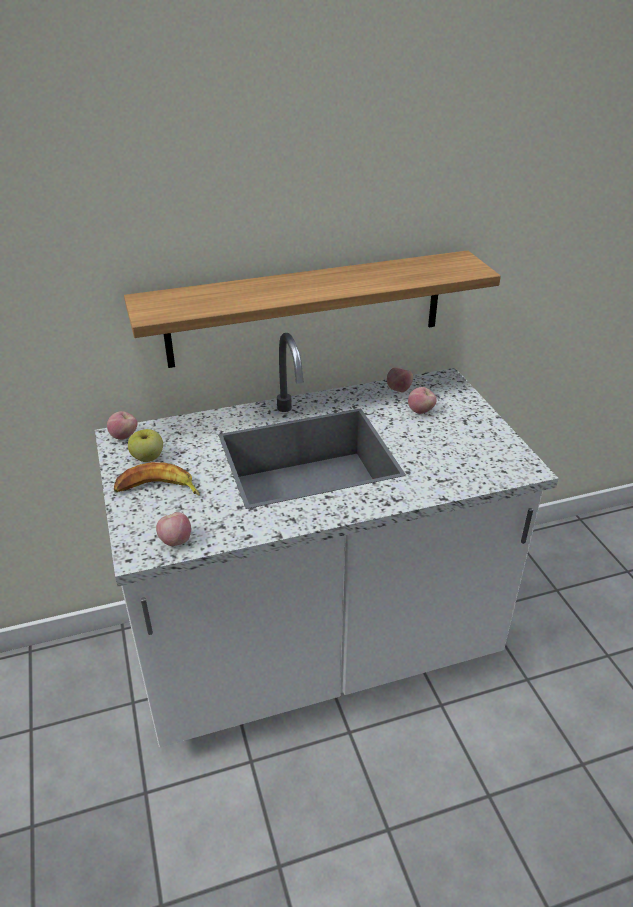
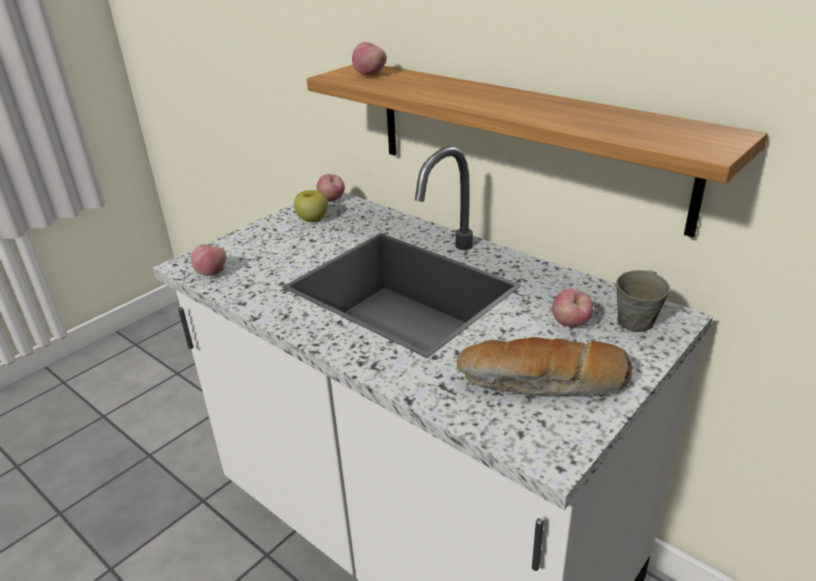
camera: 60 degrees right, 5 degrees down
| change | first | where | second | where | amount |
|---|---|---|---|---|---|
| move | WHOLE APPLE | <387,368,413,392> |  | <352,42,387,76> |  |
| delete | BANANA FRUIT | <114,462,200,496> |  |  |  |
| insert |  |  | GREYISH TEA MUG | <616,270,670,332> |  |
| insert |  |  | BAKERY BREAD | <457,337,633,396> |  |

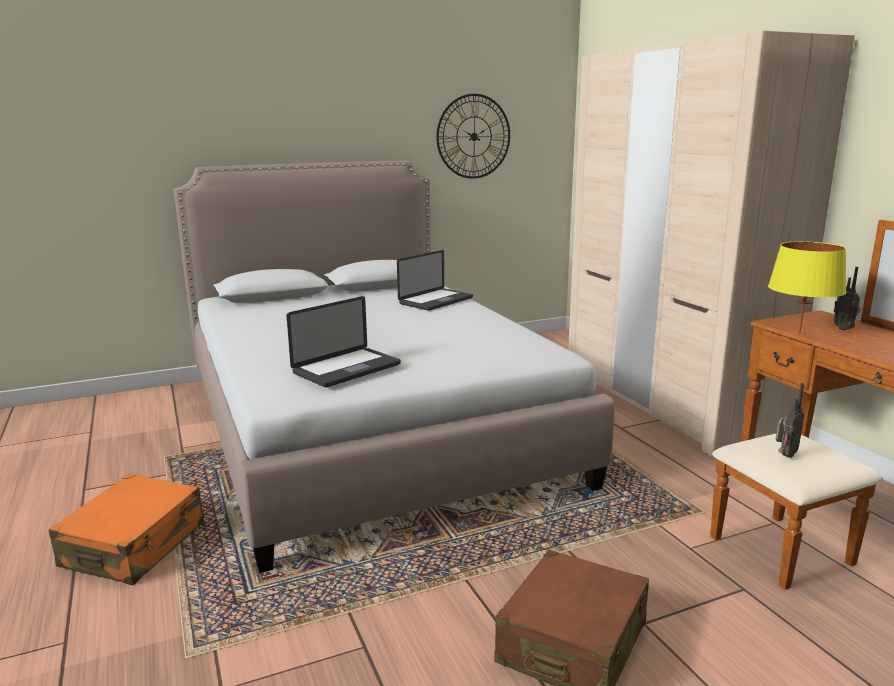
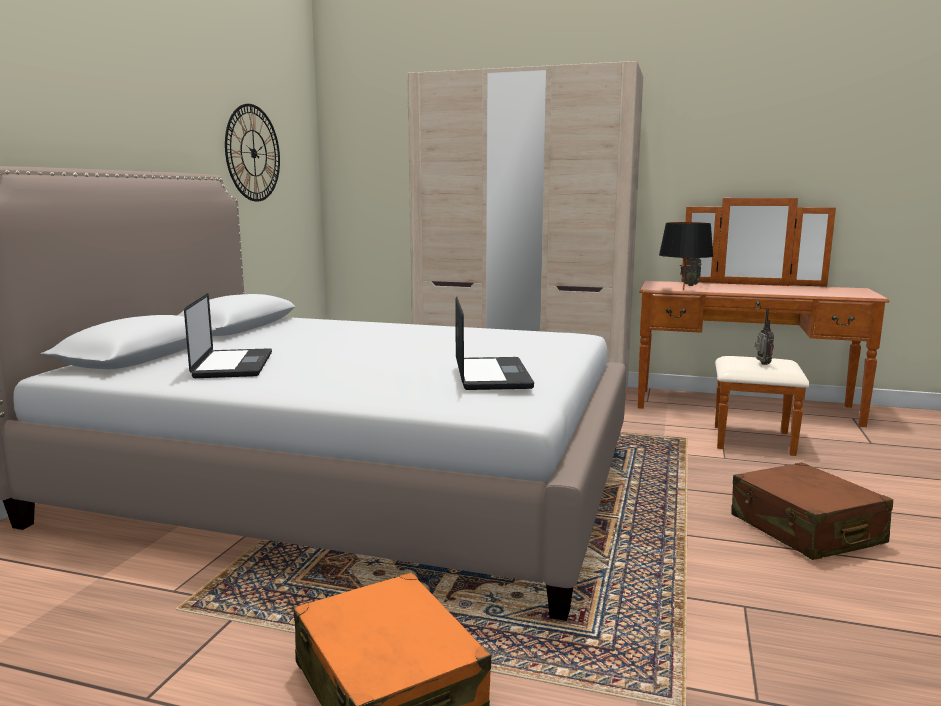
camera: 50 degrees left, 5 degrees down
| change | first | where | second | where | amount |
|---|---|---|---|---|---|
| recolor | YELLOW-COLOURED LAMP FOR A TABLE | <768,241,847,334> | BLACKISH LAMP FOR A TABLE | <659,222,714,290> |  |
| move | LAPTOP | <397,250,473,311> |  | <184,293,272,378> |  |

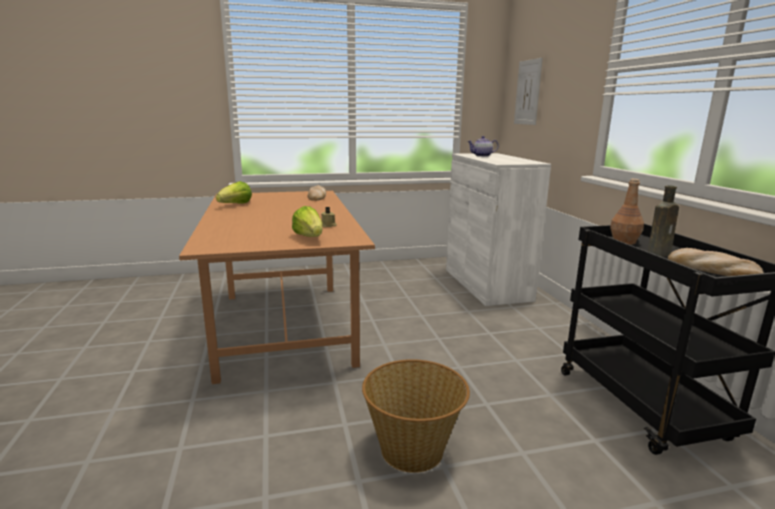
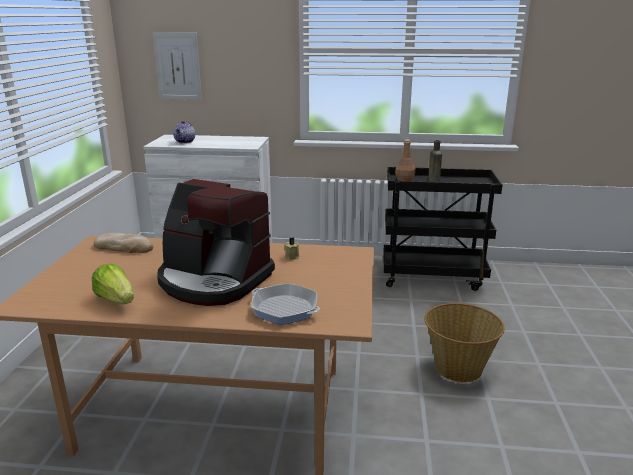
camera: 70 degrees left, 5 degrees up
| change | first | where | second | where | amount |
|---|---|---|---|---|---|
| delete | HEAD OF LETTUCE | <292,206,323,237> |  |  |  |
| delete | BAKERY BREAD | <668,248,764,276> |  |  |  |
| insert |  |  | COFFEE MACHINE | <157,179,275,306> |  |
| insert |  |  | FRYING PAN | <251,283,320,325> |  |

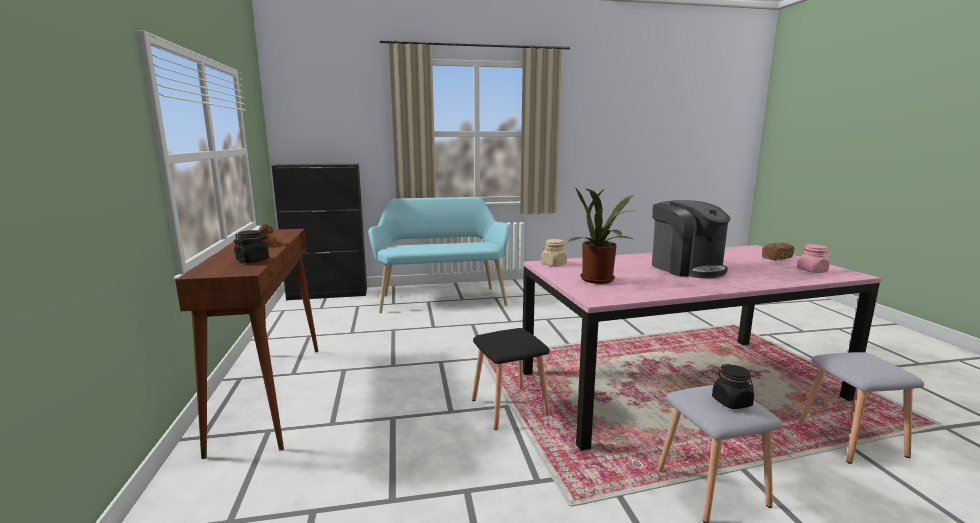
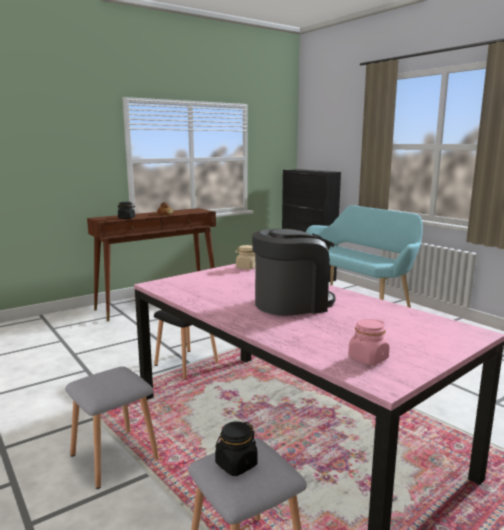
camera: 65 degrees right, 0 degrees up
| change | first | where | second | where | amount |
|---|---|---|---|---|---|
| delete | PLANT IN A POT | <567,187,635,284> |  |  |  |
| rotate | COFFEE MACHINE | <652,200,731,278> |  | <252,229,335,316> | 150 degrees counterclockwise |
| delete | BAKERY BREAD | <762,242,794,260> |  |  |  |
| move | BLACKISH STORAGE JAR | <712,364,754,409> |  | <215,421,258,476> |  |

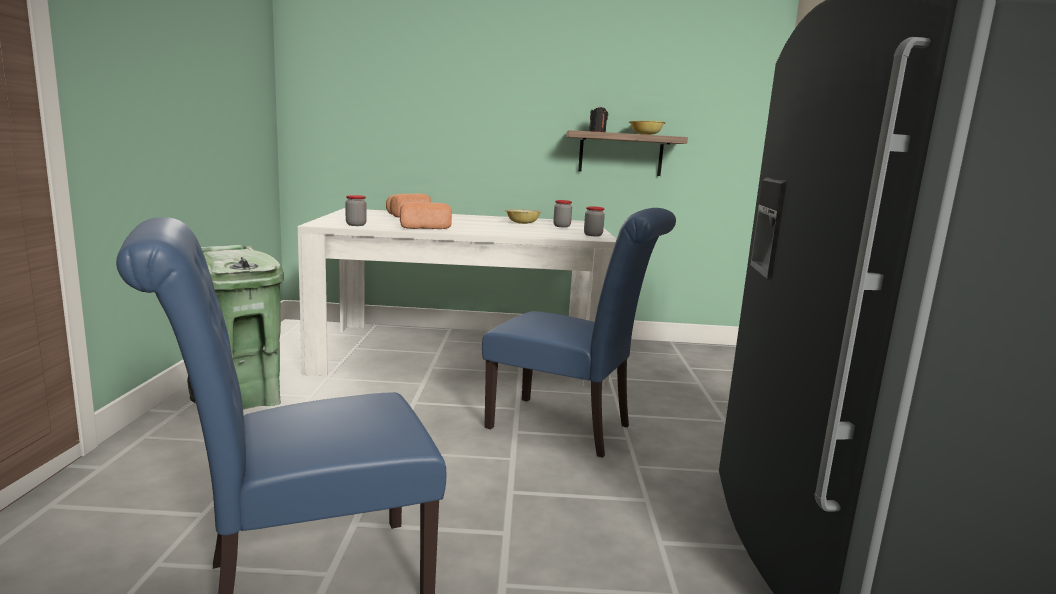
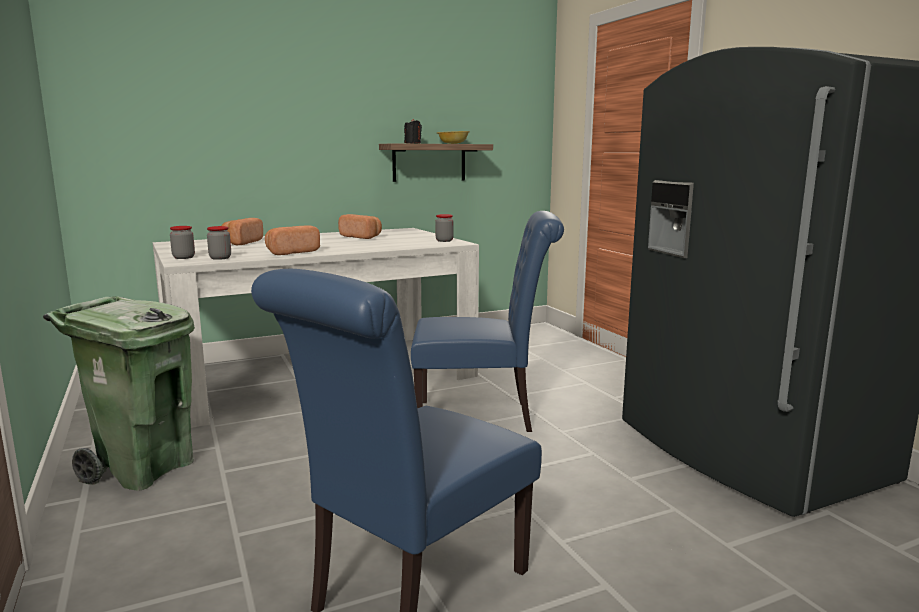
camera: 25 degrees left, 0 degrees up
| change | first | where | second | where | amount |
|---|---|---|---|---|---|
| move | STORAGE JAR | <553,200,572,228> |  | <170,226,195,259> |  |
| replace | SERVING BOWL | <505,209,542,224> | BAKERY BREAD | <338,214,382,239> |  |

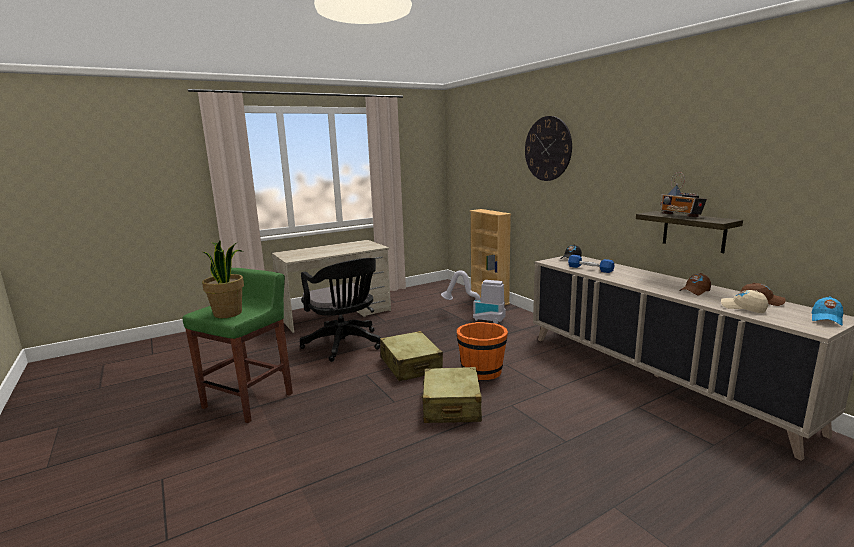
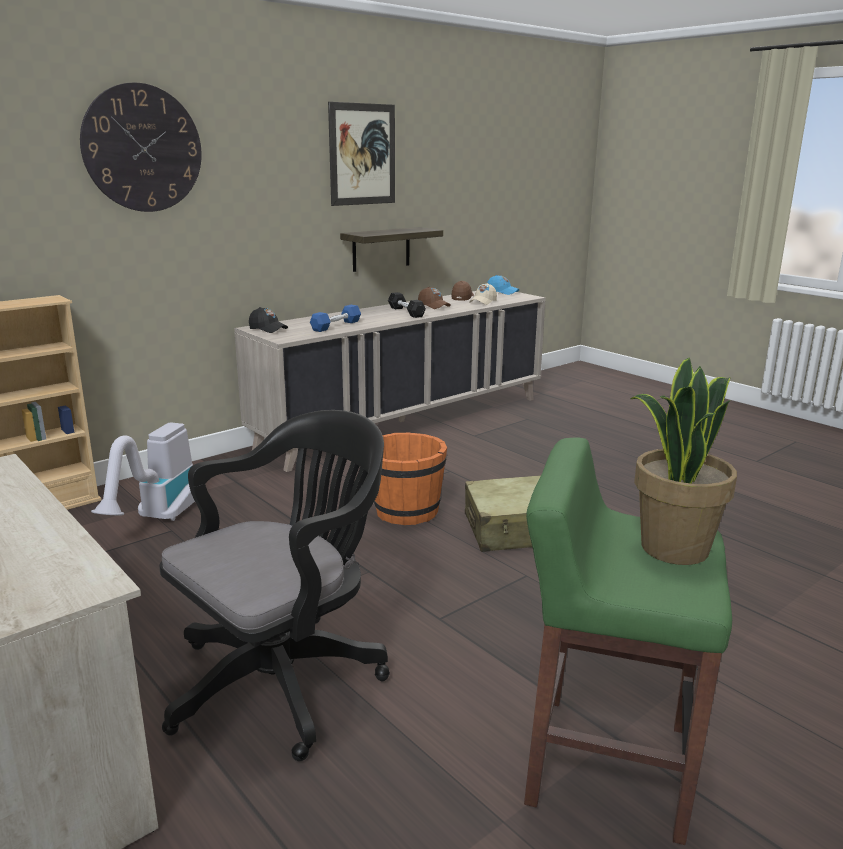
camera: 100 degrees left, 5 degrees up
| change | first | where | second | where | amount |
|---|---|---|---|---|---|
| delete | RADIO RECEIVER | <660,172,707,217> |  |  |  |
| delete | BEIGE-COLOURED PIECE OF LUGGAGE | <380,331,443,381> |  |  |  |
| insert |  |  | WALL PICTURE | <328,102,395,206> |  |
| insert |  |  | BLACKISH FREE WEIGHT | <388,292,426,318> |  |

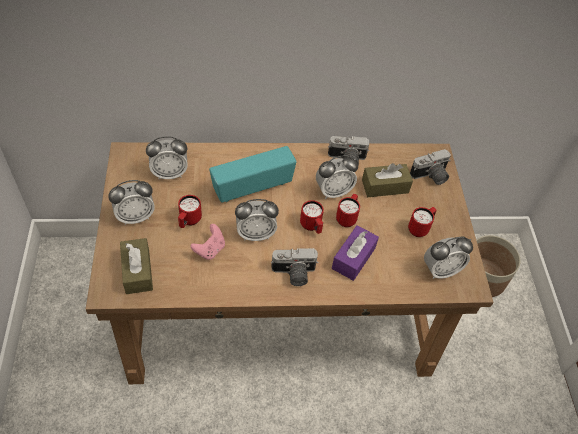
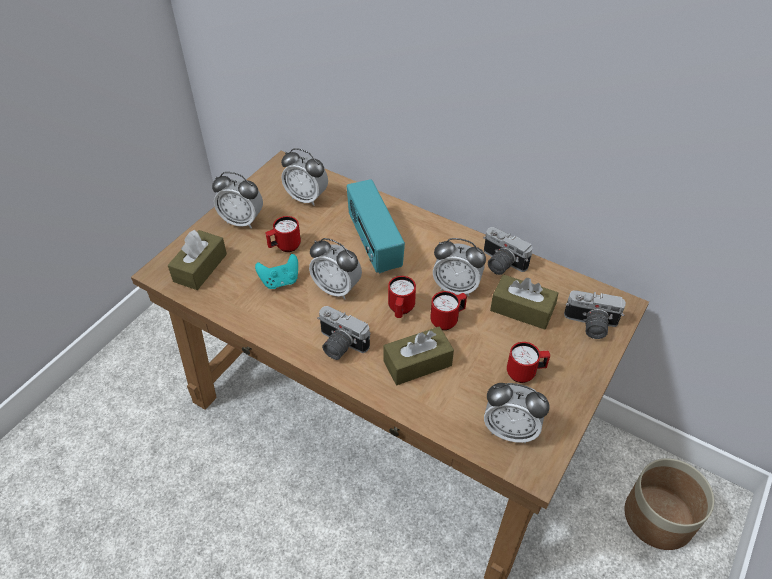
camera: 40 degrees right, 5 degrees down
| change | first | where | second | where | amount |
|---|---|---|---|---|---|
| rotate | RADIO RECEIVER | <209,146,296,202> |  | <347,179,405,274> | 120 degrees counterclockwise |
| recolor | PINK-COLOURED GAME CONTROLLER | <190,224,225,260> | TURQUOISE-COLOURED GAME CONTROLLER | <255,254,298,289> |  |
| recolor | PURPLISH BOX OF TISSUES | <332,225,379,281> | BROWN BOX OF TISSUES | <383,326,454,385> |  |

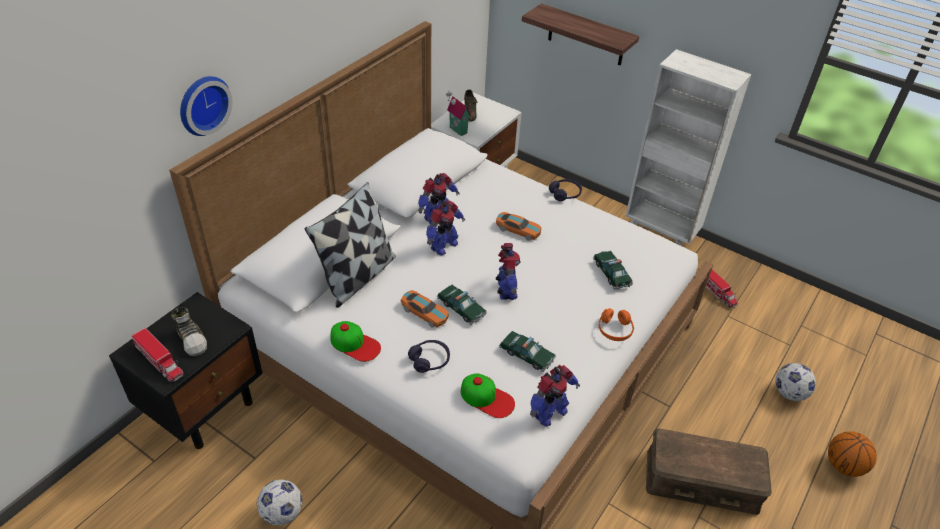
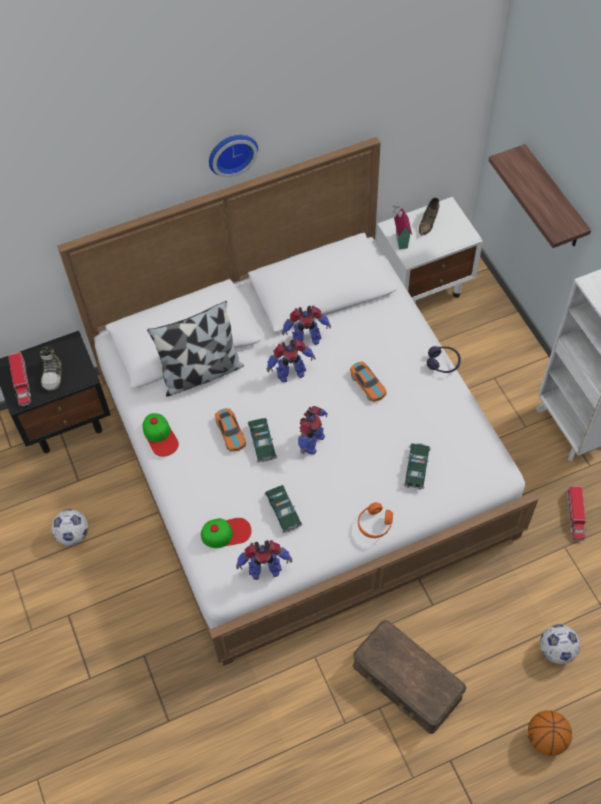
camera: 35 degrees right, 15 degrees up
| change | first | where | second | where | amount |
|---|---|---|---|---|---|
| move | HANGING CLOCK | <180,76,233,136> |  | <209,135,258,178> |  |
| delete | PURPLISH PAIR OF HEADPHONES | <408,340,450,373> |  |  |  |
| rotate | CAP | <461,373,515,418> |  | <201,518,252,548> | 75 degrees counterclockwise |

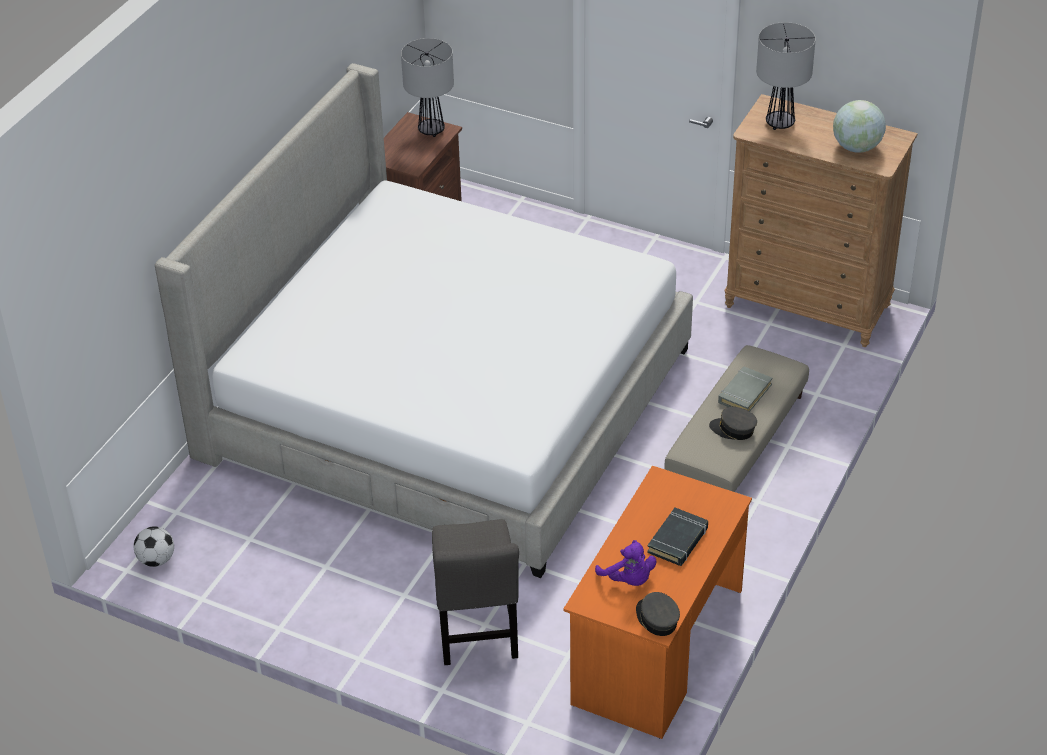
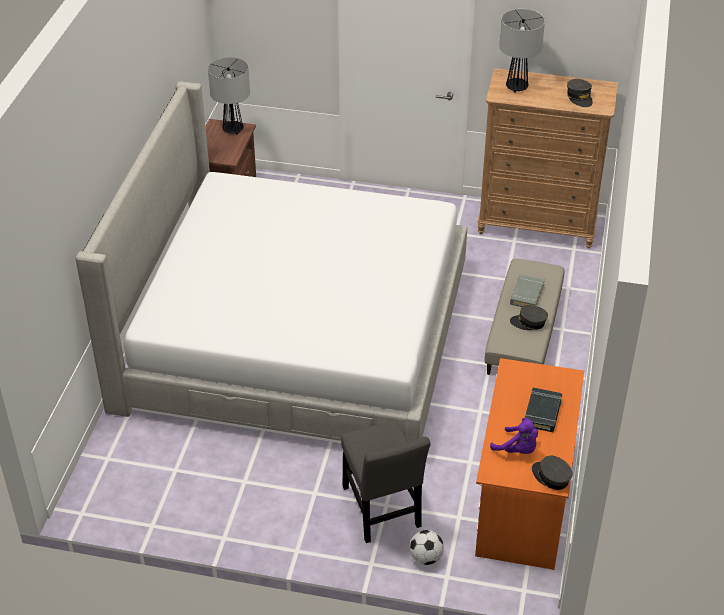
camera: 15 degrees left, 0 degrees up
| change | first | where | second | where | amount |
|---|---|---|---|---|---|
| replace | GLOBE | <833,100,886,153> | GREYISH CAP | <567,79,593,107> |  |
| move | FOOTBALL BALL | <134,526,174,567> |  | <409,530,444,565> |  |

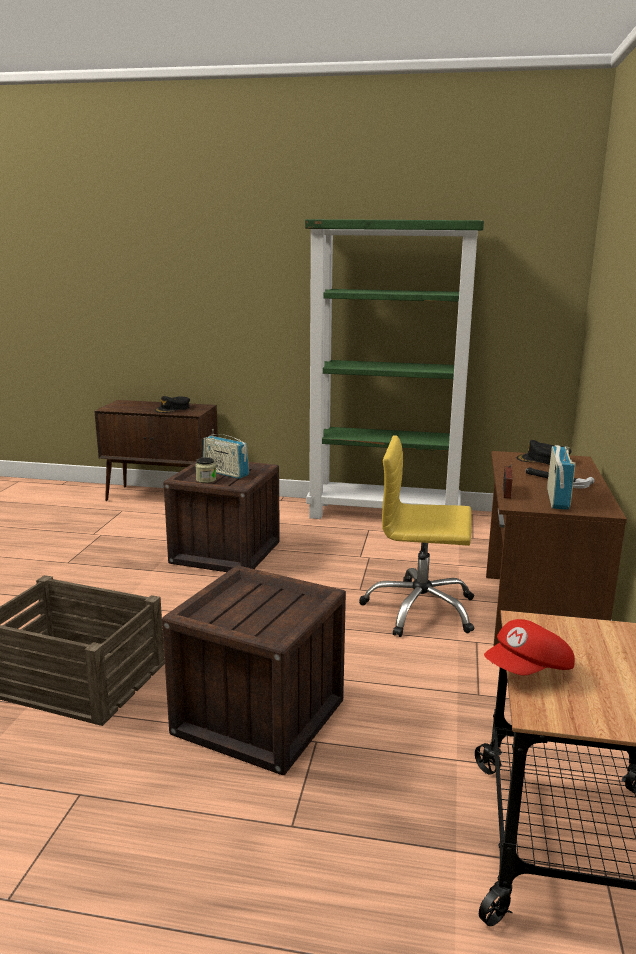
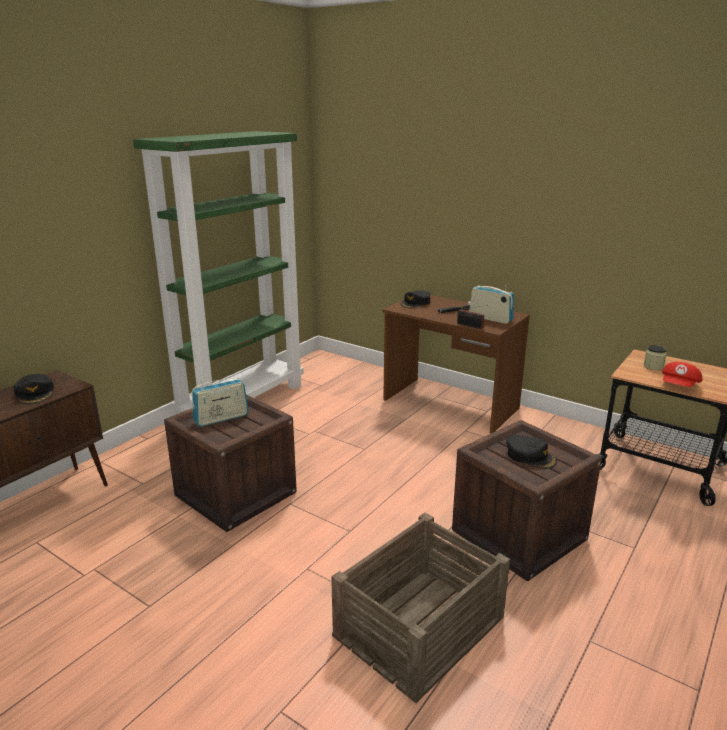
camera: 65 degrees left, 5 degrees up
| change | first | where | second | where | amount |
|---|---|---|---|---|---|
| delete | YELLOW-COLOURED DESK CHAIR | <359,435,474,637> |  |  |  |
| move | STORAGE JAR | <195,457,216,483> |  | <644,345,667,370> |  |
| rotate | REDDISH CAP | <484,619,575,676> |  | <662,362,702,387> | 45 degrees clockwise |
| insert |  |  | BLACKISH CAP | <506,435,557,469> |  |

